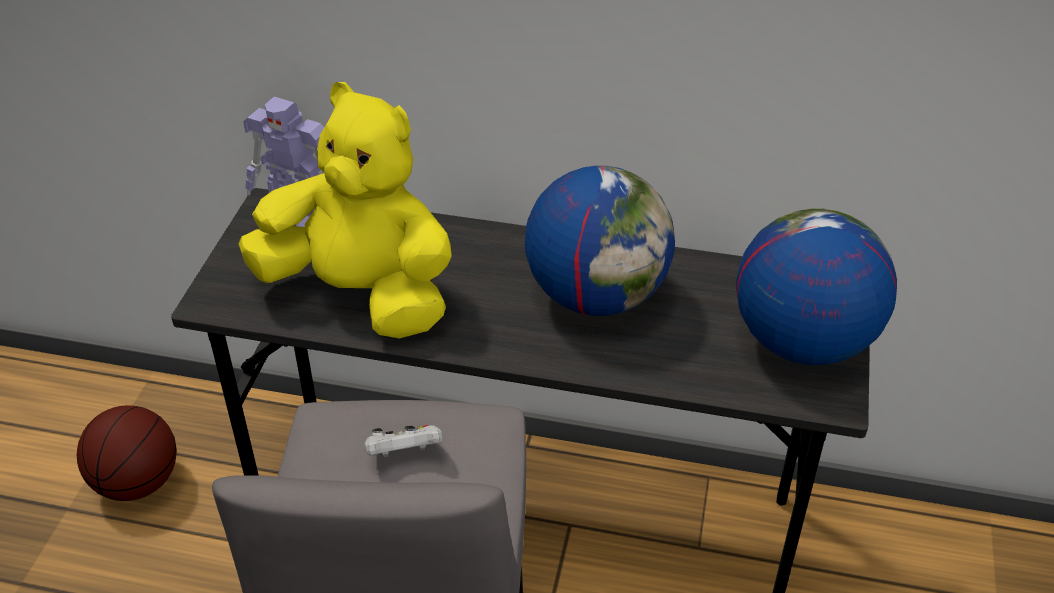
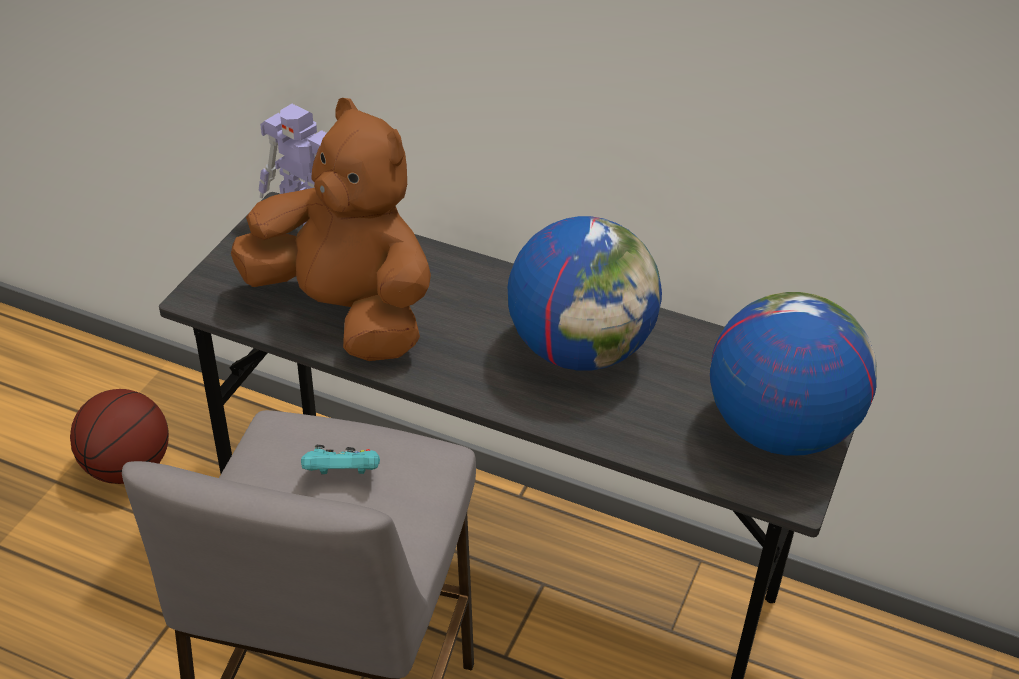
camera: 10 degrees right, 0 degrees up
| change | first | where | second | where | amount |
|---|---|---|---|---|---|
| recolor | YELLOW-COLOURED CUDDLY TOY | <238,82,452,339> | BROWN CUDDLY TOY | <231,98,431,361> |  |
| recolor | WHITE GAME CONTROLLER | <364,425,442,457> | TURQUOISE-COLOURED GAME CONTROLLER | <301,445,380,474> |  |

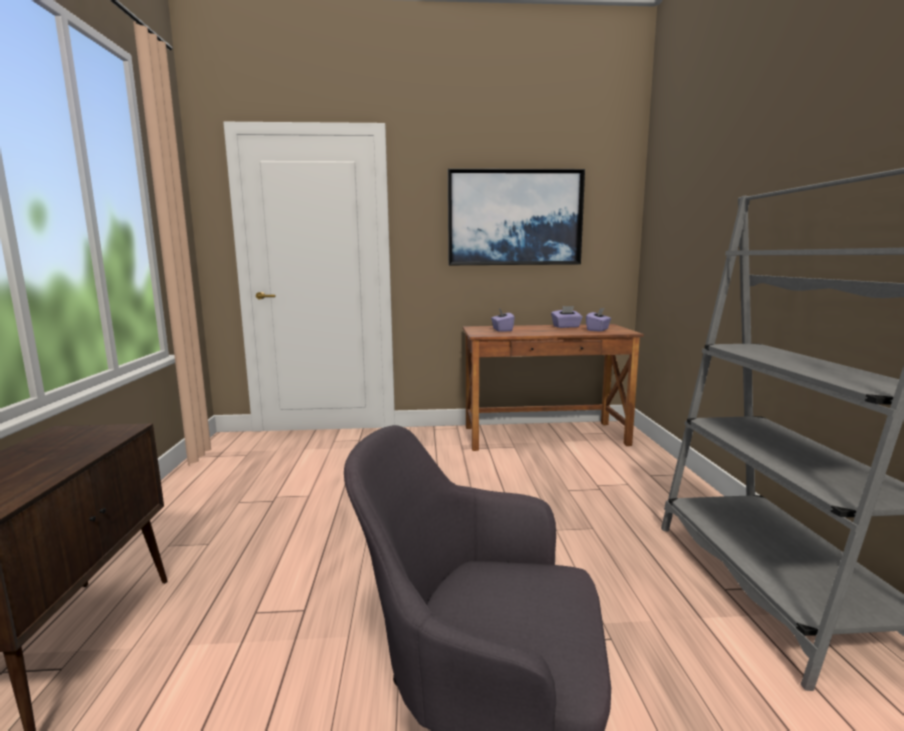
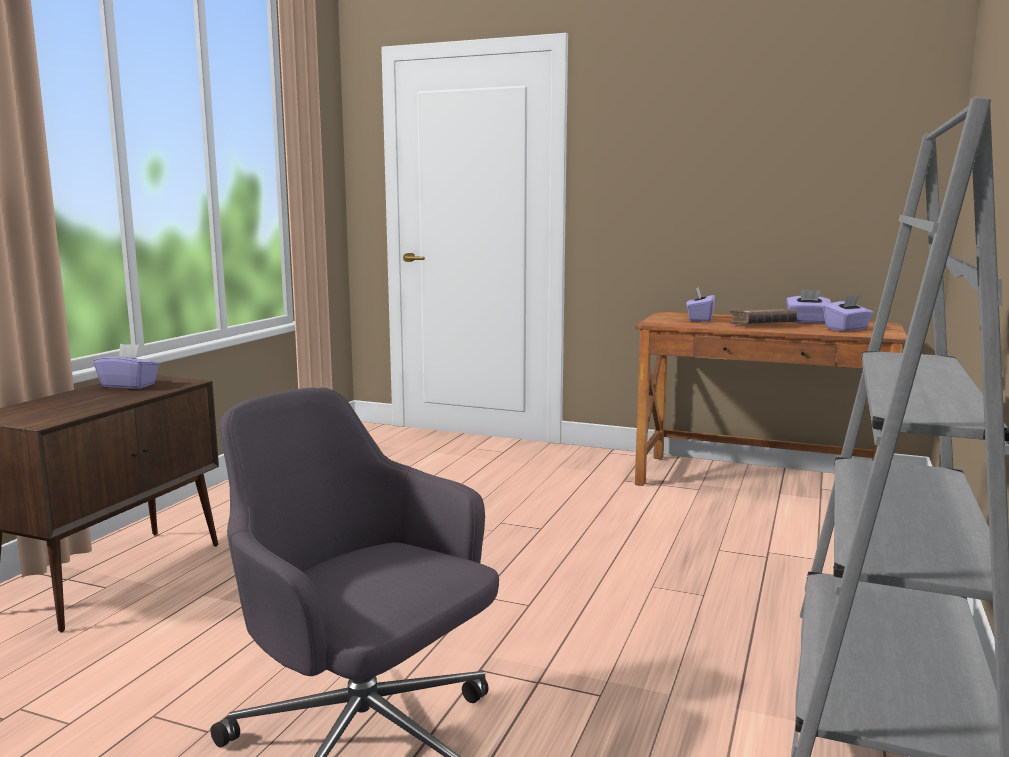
camera: 25 degrees right, 0 degrees up
| change | first | where | second | where | amount |
|---|---|---|---|---|---|
| delete | WALL PICTURE | <448,168,585,265> |  |  |  |
| insert |  |  | BROWN BOOK | <729,308,797,324> |  |
| insert |  |  | PURPLISH BOX OF TISSUES | <93,344,160,389> |  |

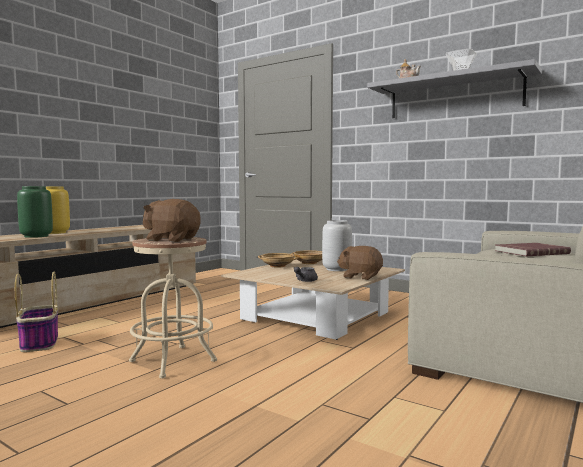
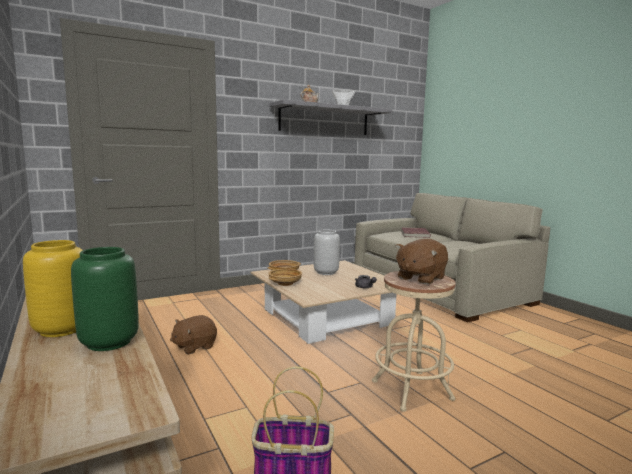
camera: 65 degrees left, 5 degrees up
| change | first | where | second | where | amount |
|---|---|---|---|---|---|
| move | BROWN CUDDLY TOY | <337,246,383,280> |  | <170,315,217,354> |  |

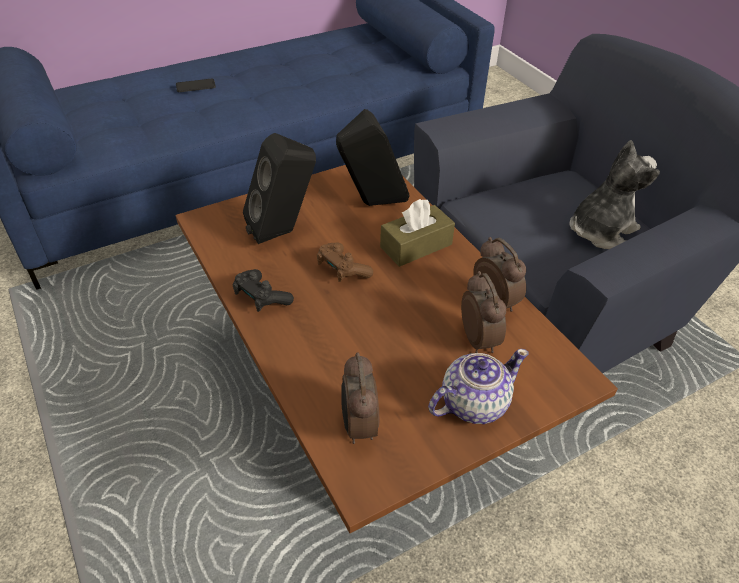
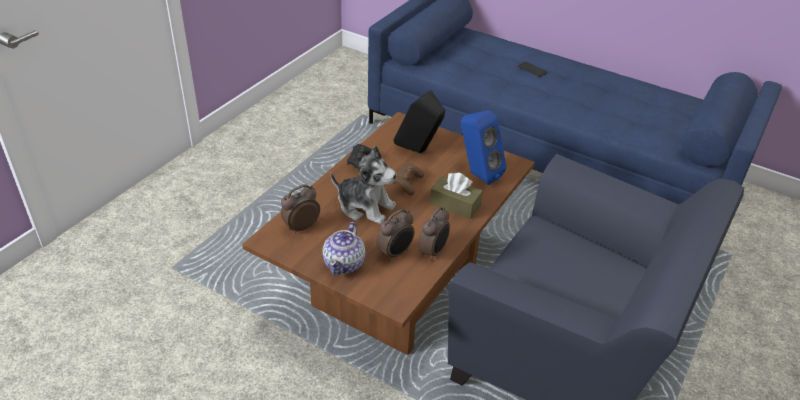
camera: 60 degrees right, 5 degrees down
| change | first | where | second | where | amount |
|---|---|---|---|---|---|
| recolor | BLACKISH AUDIO SPEAKER | <336,109,410,206> | BLUE-COLOURED AUDIO SPEAKER | <461,110,506,185> |  |
| move | CUDDLY TOY | <569,140,660,249> |  | <331,145,397,224> |  |
| rotate | TEAPOT | <428,349,529,424> |  | <322,222,365,275> | 75 degrees clockwise |

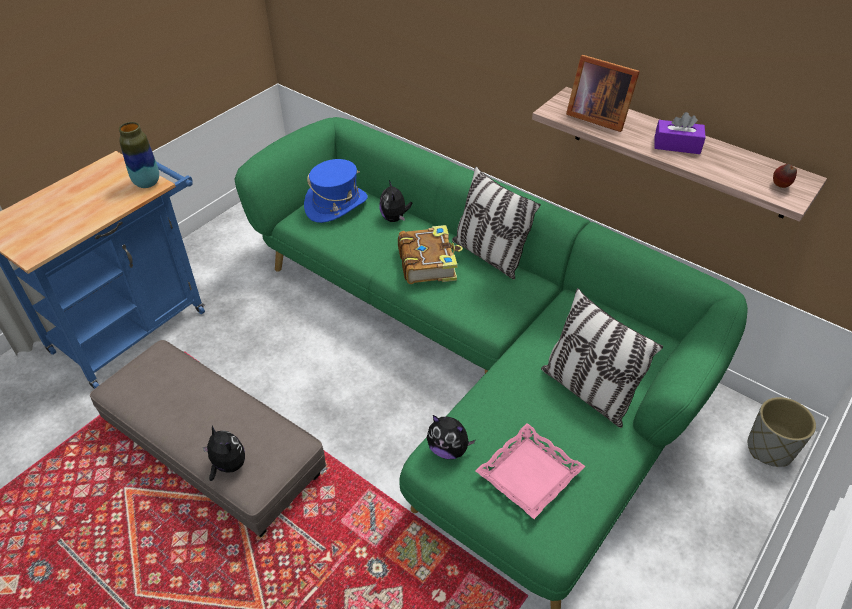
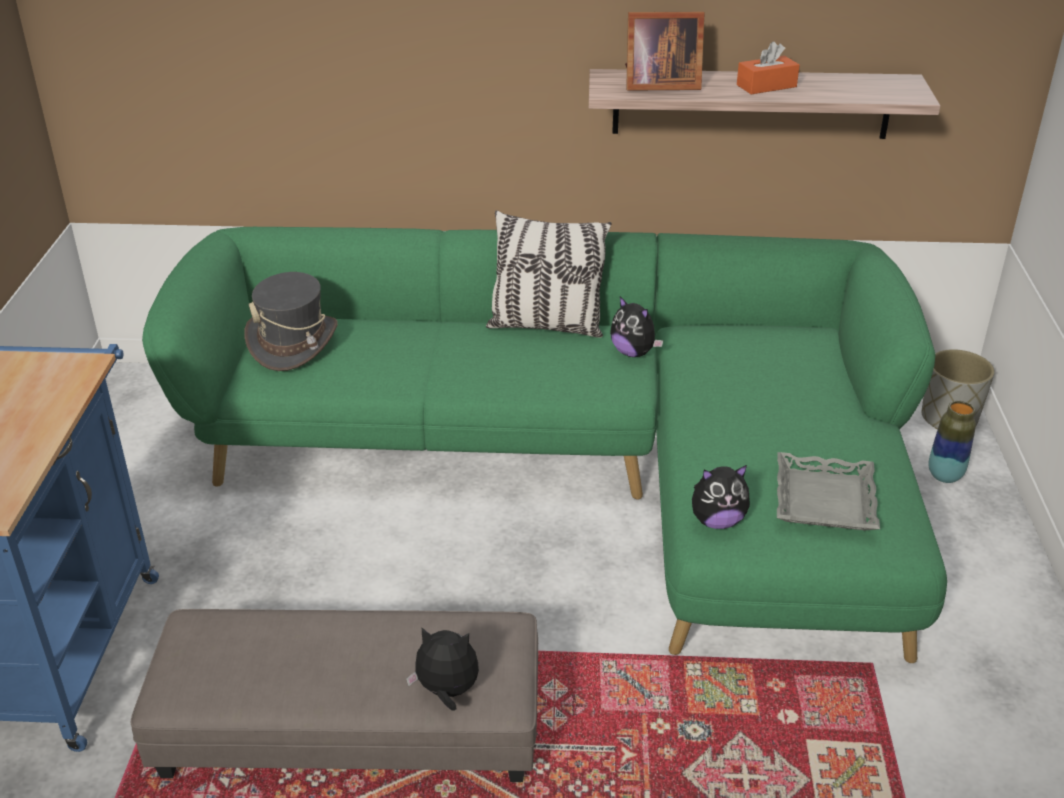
camera: 35 degrees left, 10 degrees down
| change | first | where | second | where | amount |
|---|---|---|---|---|---|
| recolor | PURPLISH BOX OF TISSUES | <654,112,706,154> | ORANGE BOX OF TISSUES | <737,42,800,94> |  |
| move | VASE | <119,122,159,188> |  | <929,401,976,483> |  |
| recolor | BLUE-COLOURED HAT | <304,159,368,223> | GREYISH HAT | <244,272,338,371> |  |
| delete | WHOLE APPLE | <773,164,797,188> |  |  |  |
| move | CUDDLY TOY | <379,180,412,222> |  | <610,296,664,357> |  |
| delete | BOOK | <398,225,463,284> |  |  |  |
| delete | CUSHION | <541,288,663,428> |  |  |  |
| recolor | PINK-COLOURED TRAY | <475,423,586,519> | GREYISH TRAY | <777,452,880,530> |  |

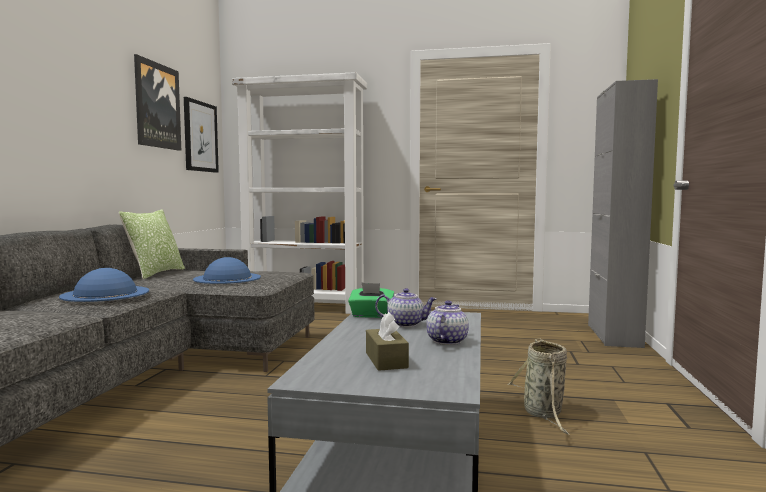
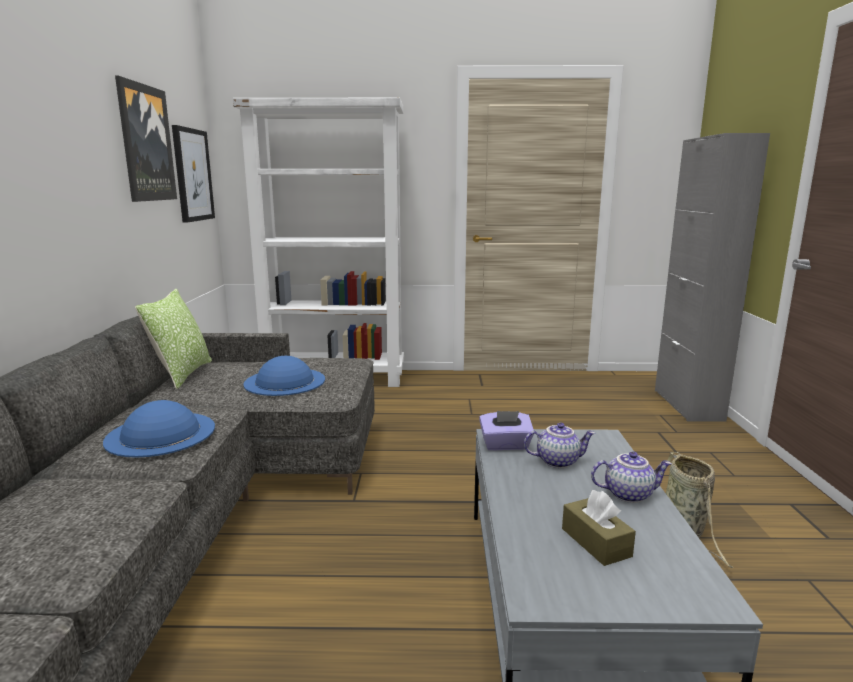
camera: 10 degrees left, 10 degrees up
| change | first | where | second | where | amount |
|---|---|---|---|---|---|
| recolor | GREENISH BOX OF TISSUES | <348,282,395,318> | PURPLISH BOX OF TISSUES | <479,411,534,450> |  |
| rotate | TEAPOT | <427,300,469,345> |  | <591,451,672,503> | 75 degrees clockwise |

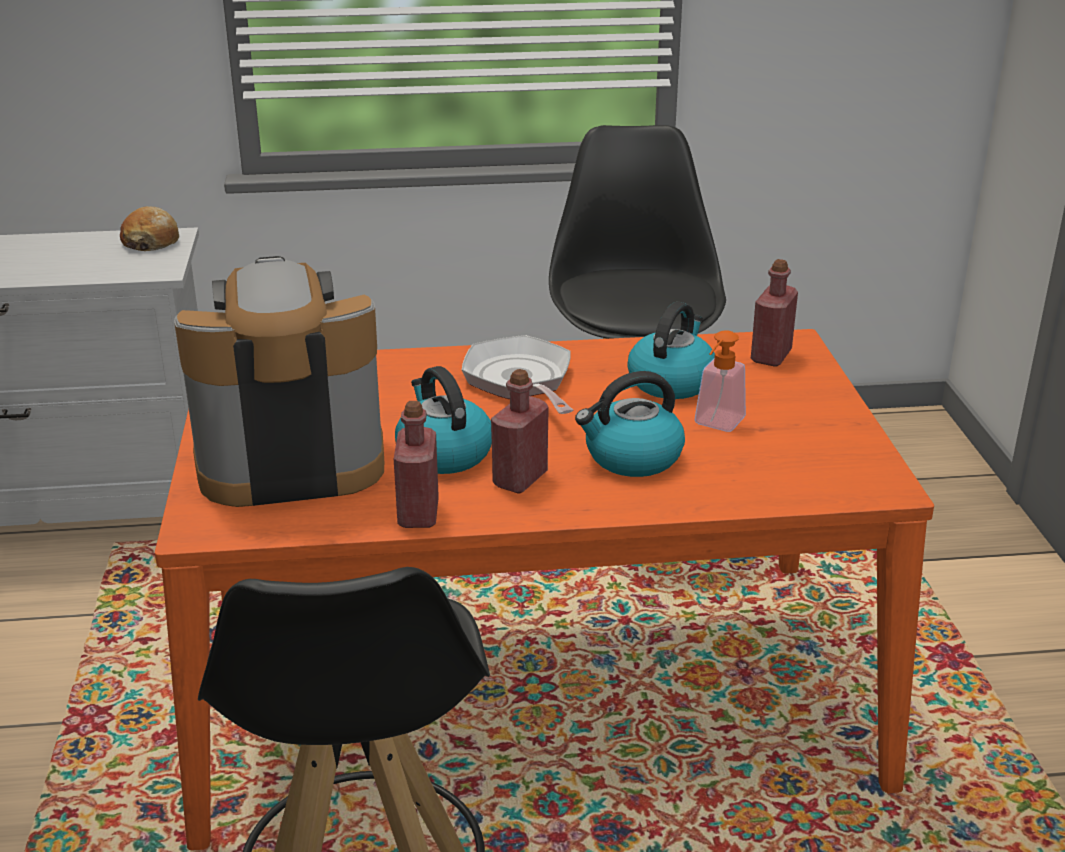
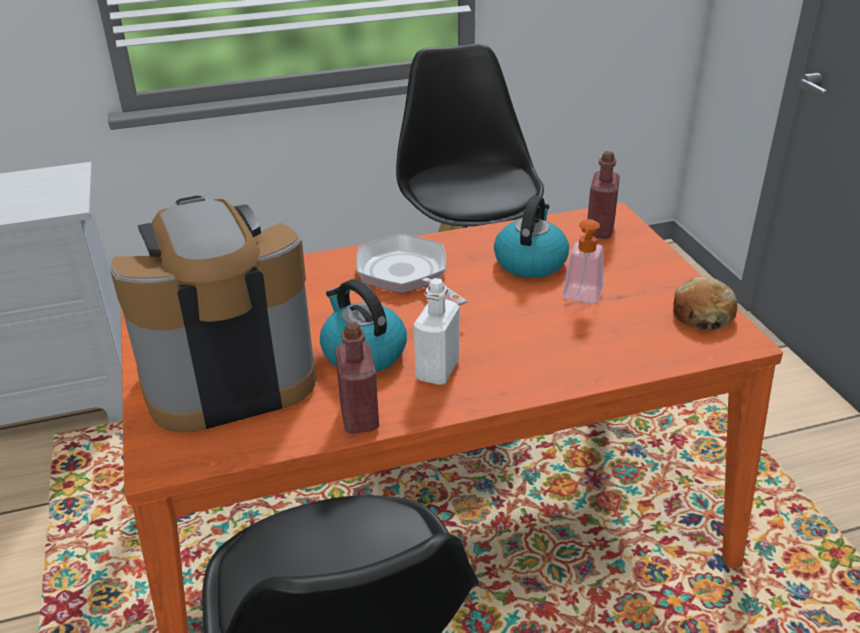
camera: 10 degrees left, 5 degrees up
| change | first | where | second | where | amount |
|---|---|---|---|---|---|
| move | BAKERY BREAD | <120,206,179,251> |  | <673,277,738,330> |  |
| recolor | REDDISH BOTTLE | <491,369,549,493> | WHITE BOTTLE | <414,278,459,385> |  |
| delete | KETTLE | <575,371,685,477> |  |  |  |

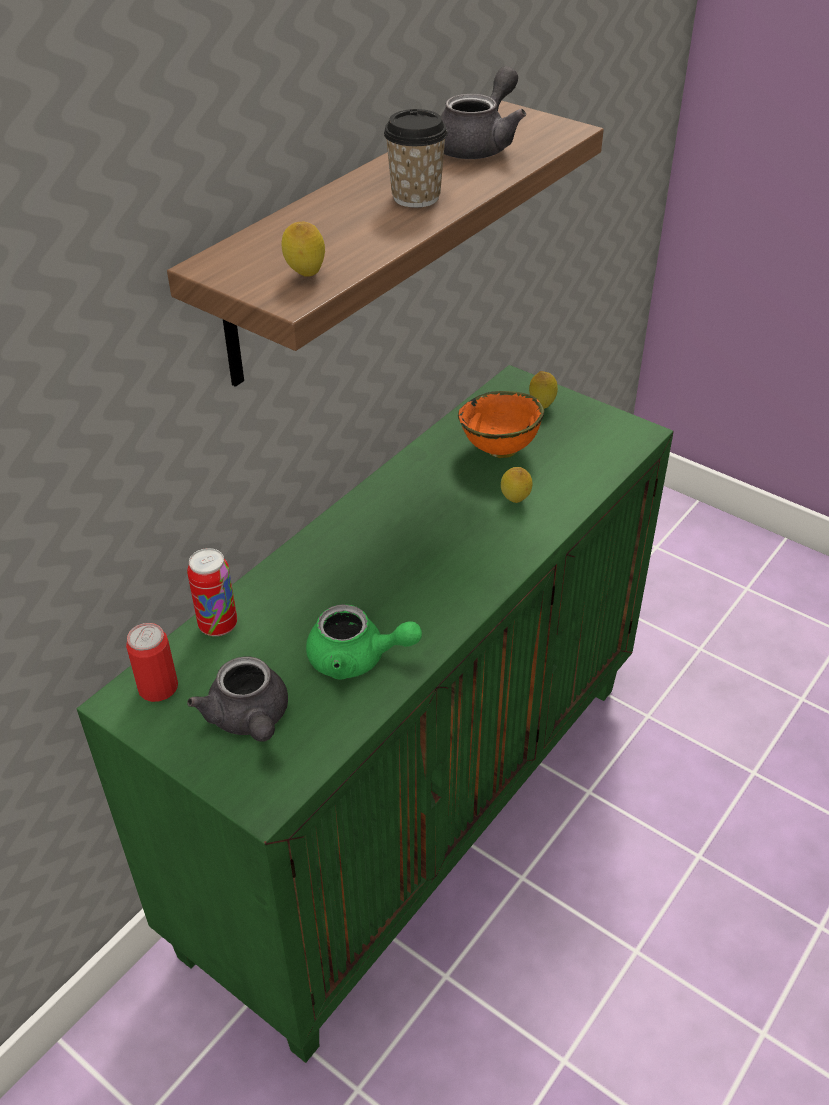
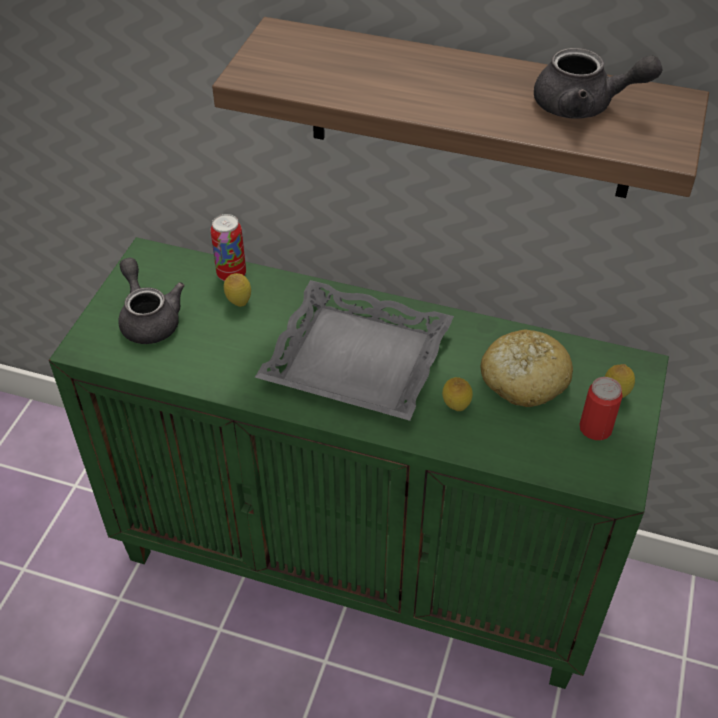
camera: 70 degrees right, 5 degrees up
| change | first | where | second | where | amount |
|---|---|---|---|---|---|
| delete | CUP | <384,109,448,208> |  |  |  |
| move | CITRUS FRUIT | <281,222,325,276> |  | <224,273,251,307> |  |
| replace | ORANGE SERVING BOWL | <458,391,544,458> | BAKERY BREAD | <480,330,573,407> |  |
| delete | GREENISH TEAPOT | <306,604,422,680> |  |  |  |
| move | METAL CAN | <126,623,178,702> |  | <579,377,623,440> |  |
| rotate | GREYISH TEAPOT | <187,656,288,742> |  | <118,258,185,344> | 105 degrees clockwise |
| insert |  |  | GREYISH TRAY | <255,280,454,421> |  |

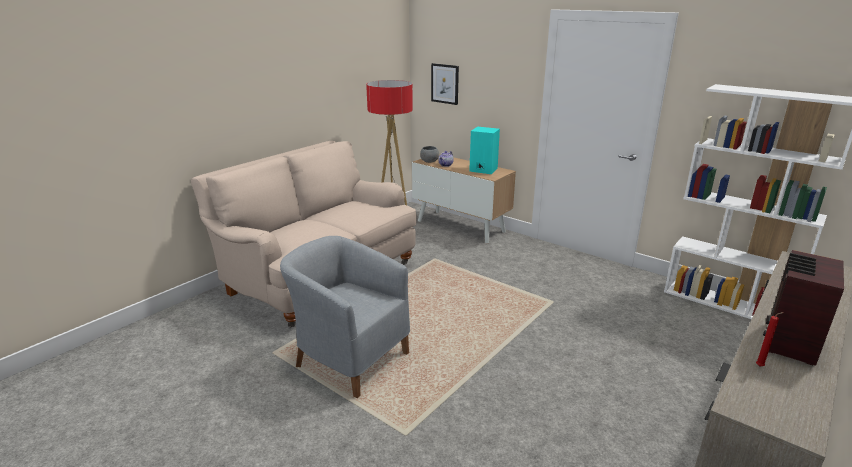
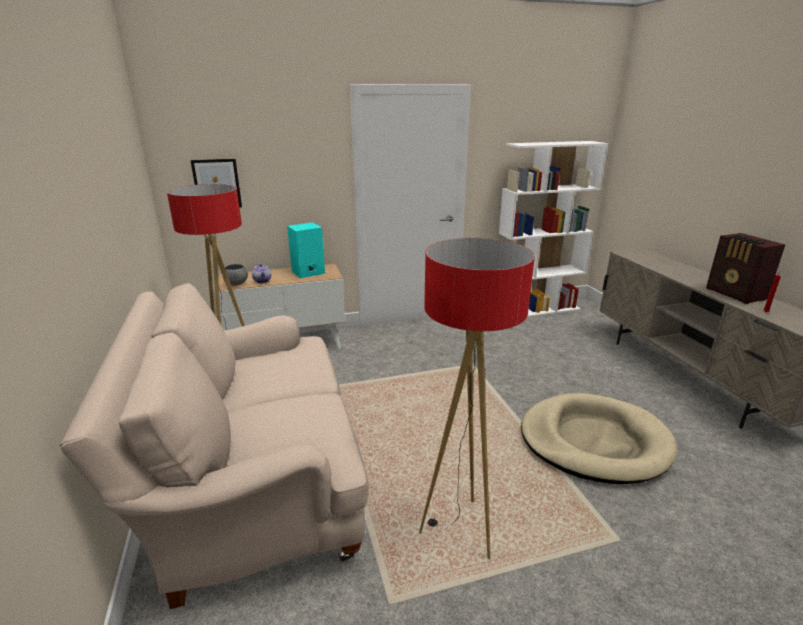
camera: 55 degrees left, 0 degrees up
| change | first | where | second | where | amount |
|---|---|---|---|---|---|
| replace | GREYISH EASY CHAIR | <280,236,410,398> | FLOOR LAMP | <419,238,535,559> |  |
| insert |  |  | BEIGE-COLOURED DOG BED | <521,393,677,484> |  |

